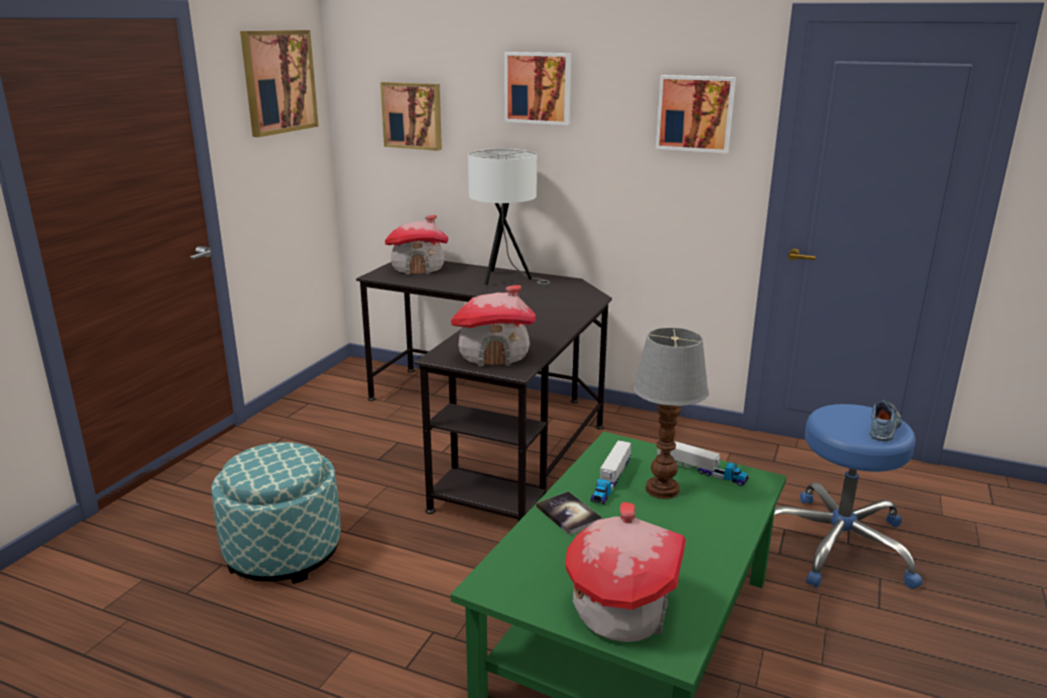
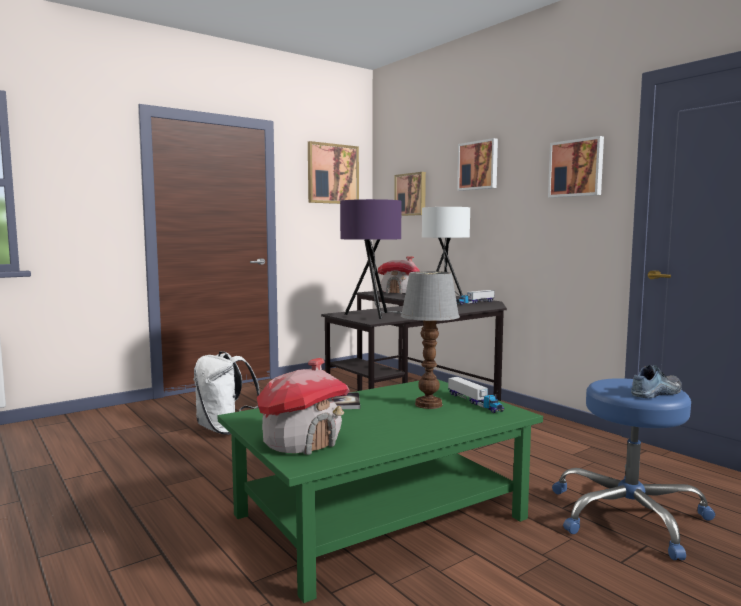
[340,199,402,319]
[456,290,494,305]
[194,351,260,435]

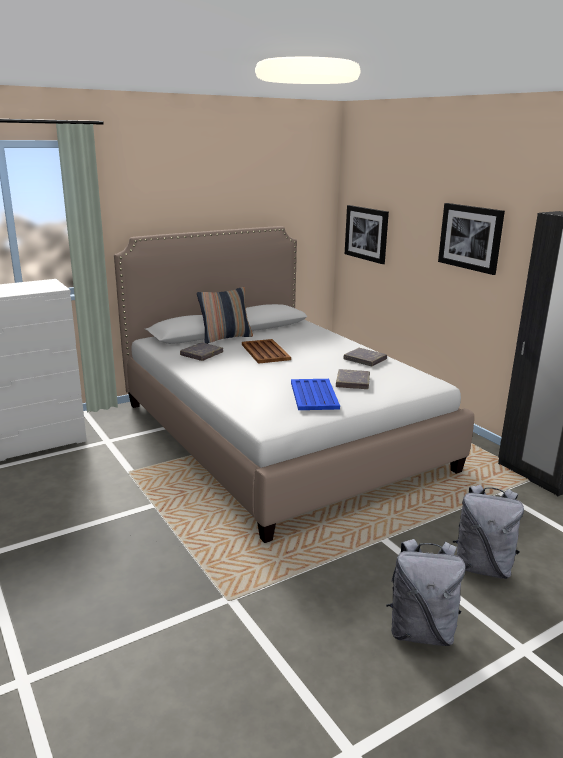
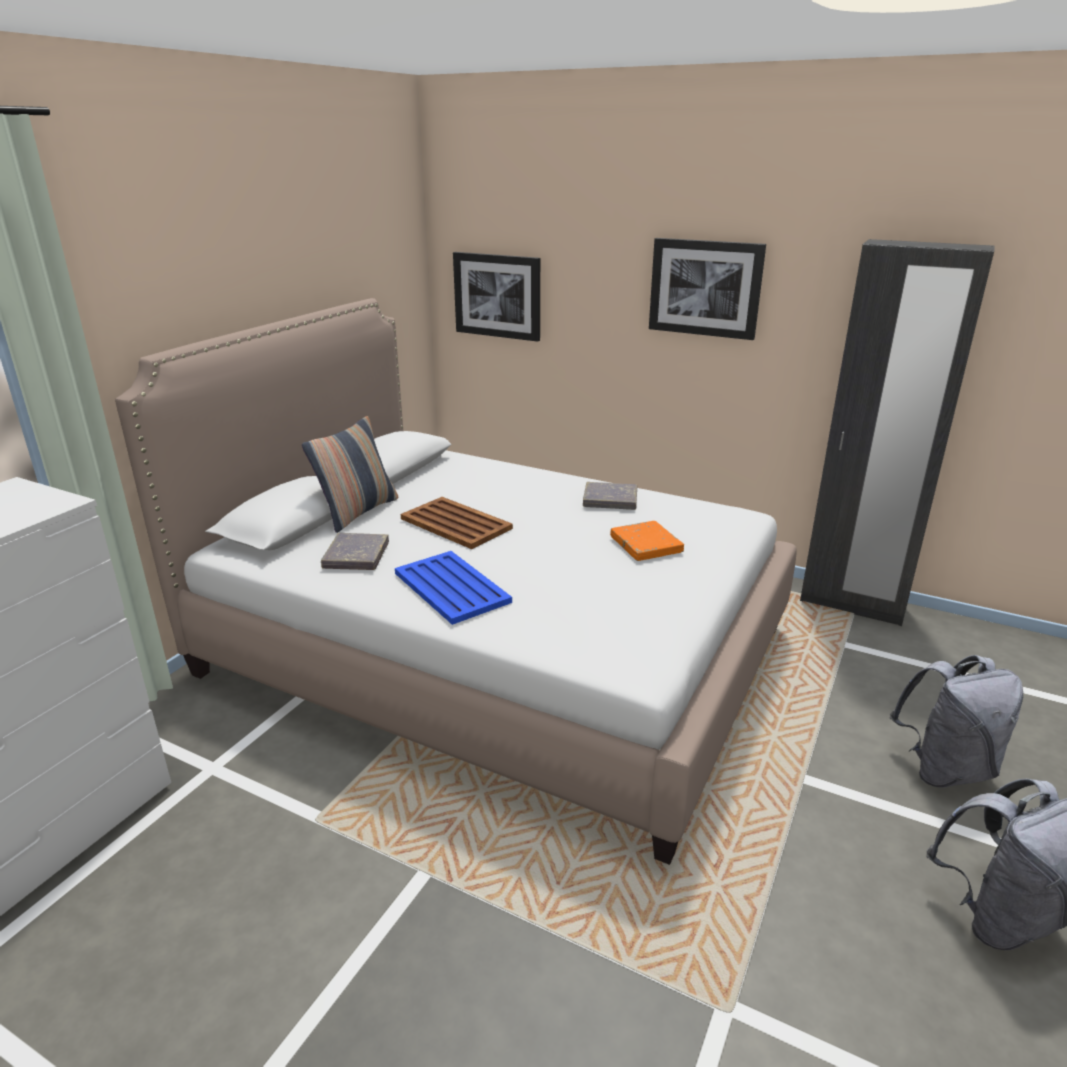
[610,521,684,561]
[395,551,512,625]

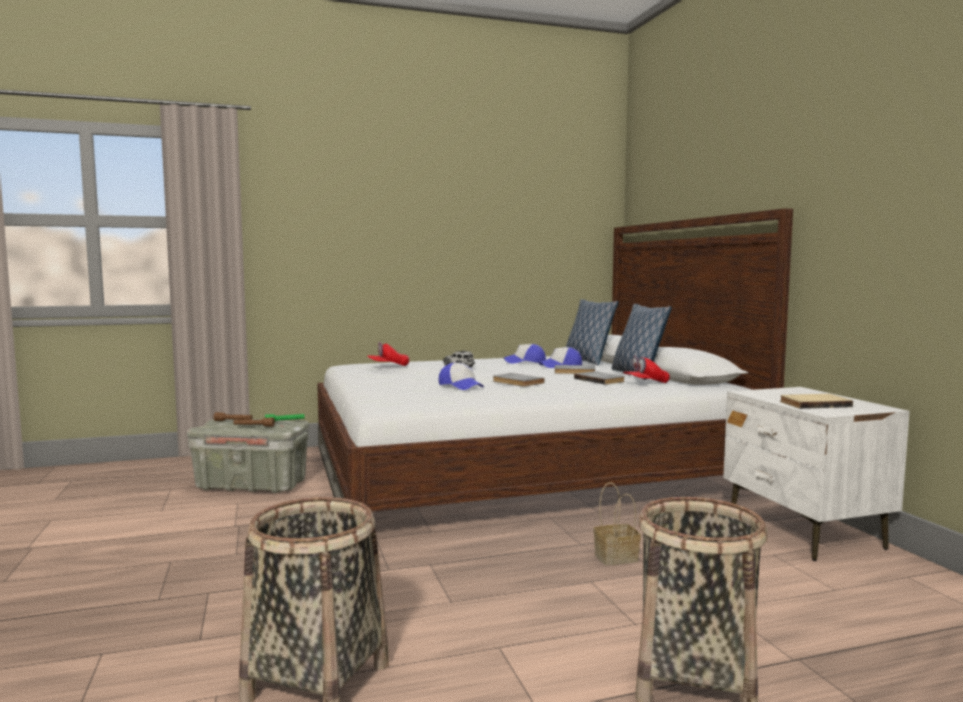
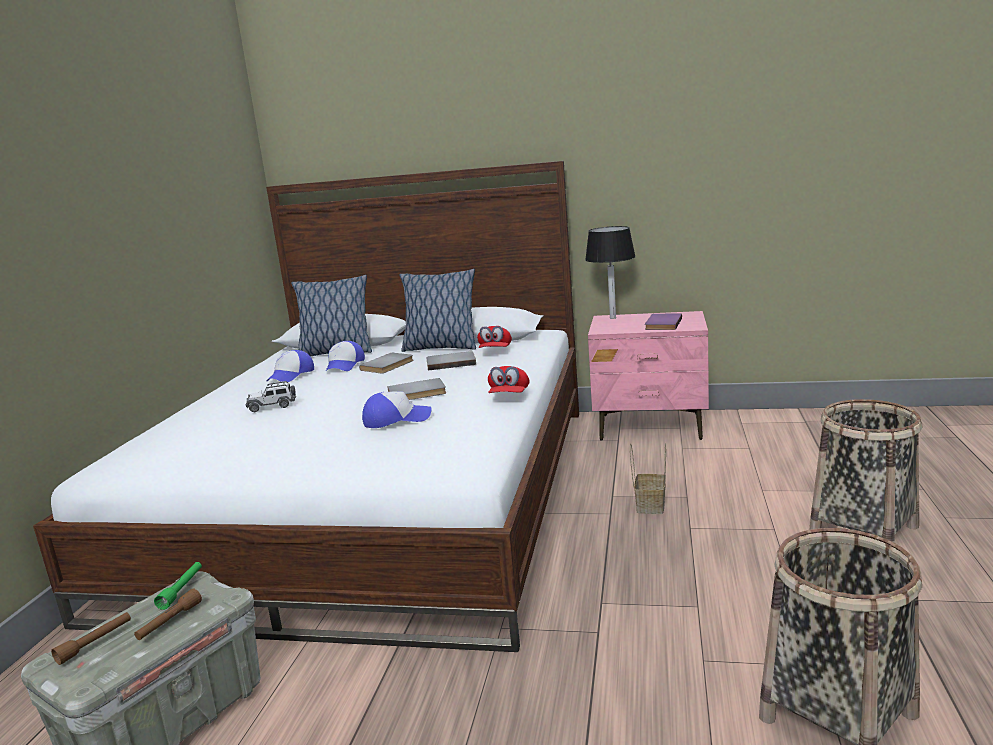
[488,366,530,393]
[588,311,709,441]
[645,314,682,330]
[585,226,636,319]

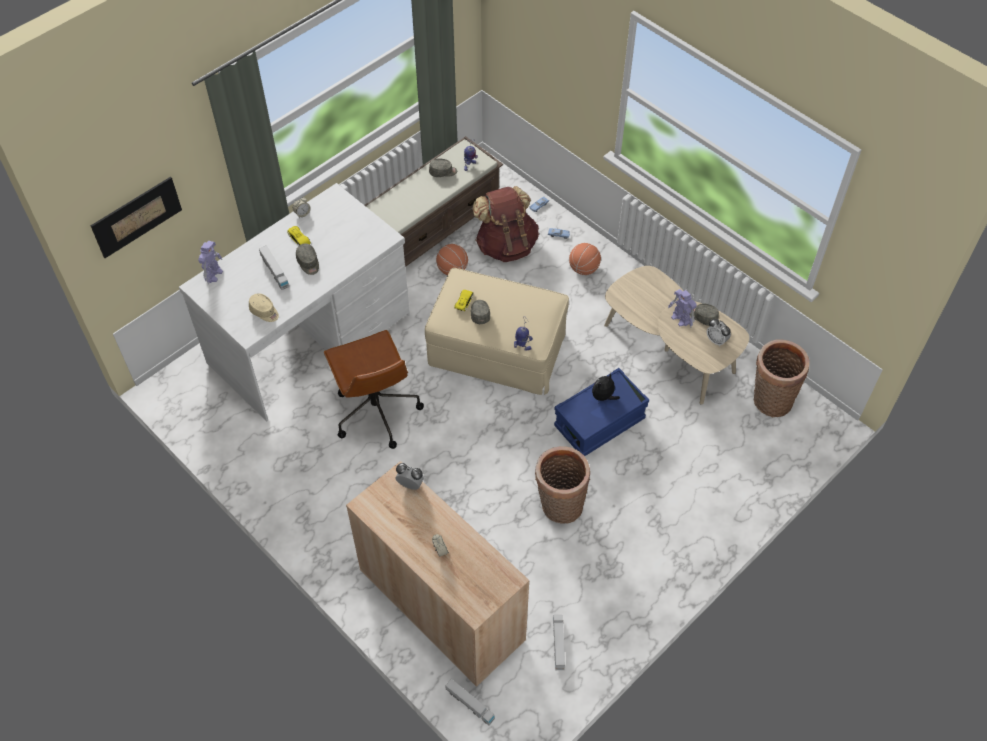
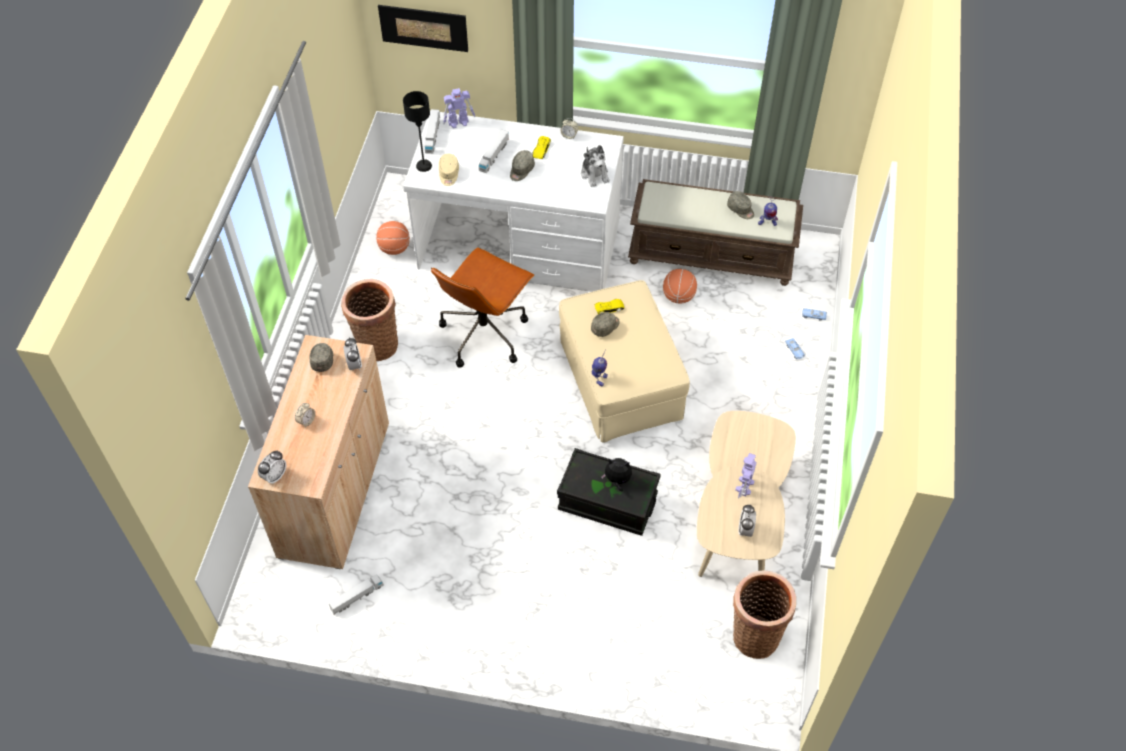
[472,186,539,262] (first image)
[376,221,410,255]
[310,343,333,372]
[557,448,661,536]
[341,279,398,361]
[425,109,440,154]
[403,91,432,172]
[581,145,610,187]
[258,451,287,484]

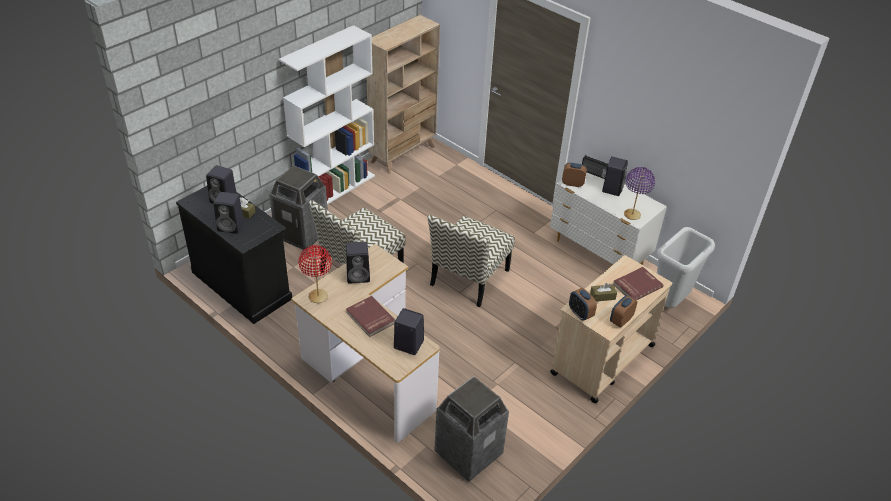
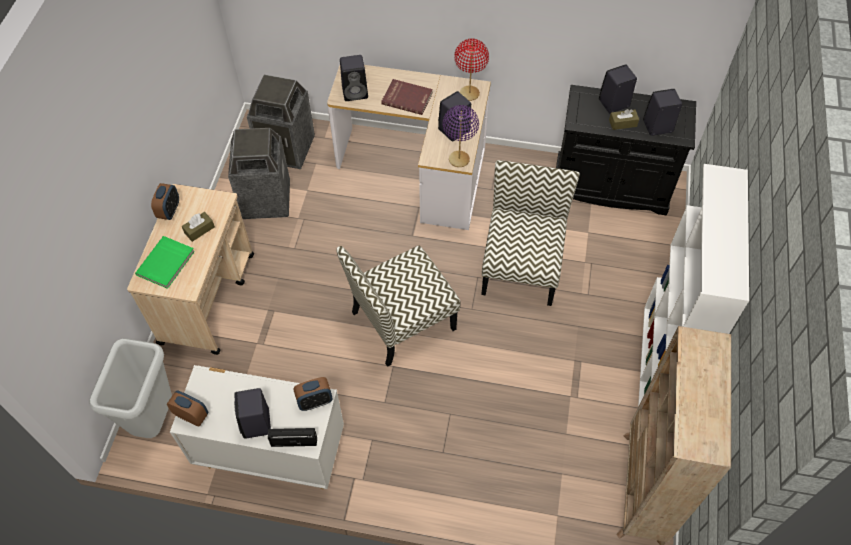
[228,128,290,219]
[443,105,479,167]
[336,246,461,367]
[135,236,195,289]
[167,390,208,426]

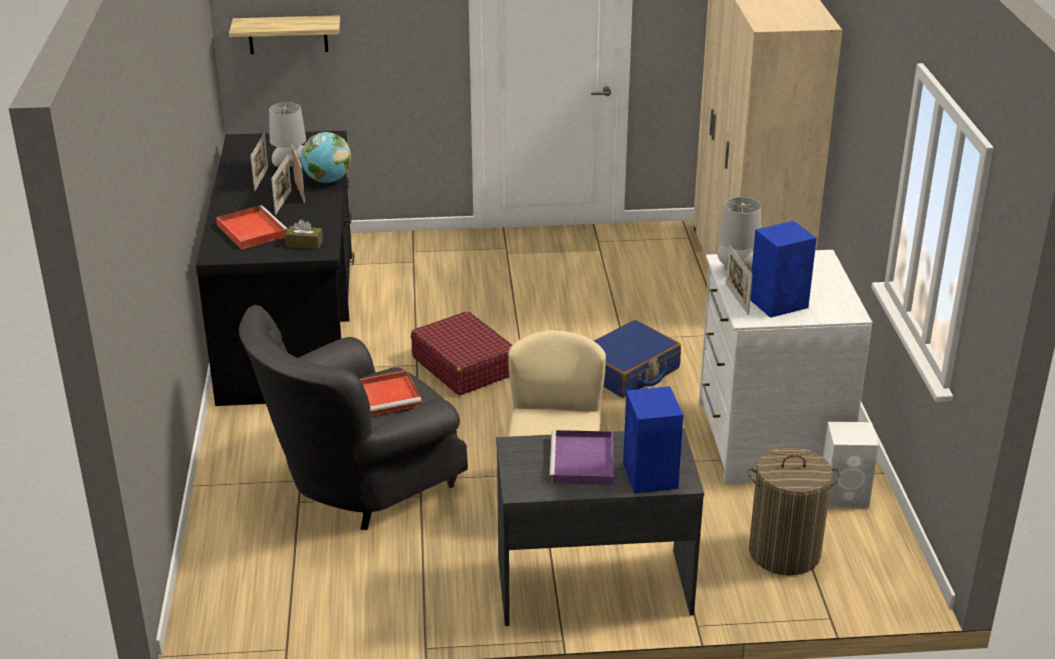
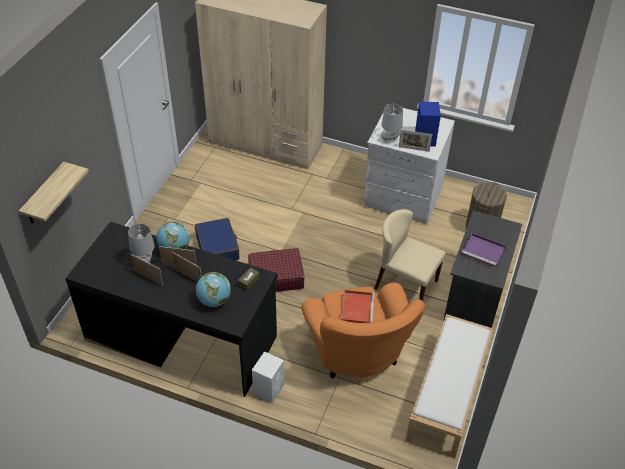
[196,272,231,307]
[301,282,425,379]
[195,218,240,260]
[623,386,683,494] (first image)
[252,351,284,403]
[405,314,493,458]

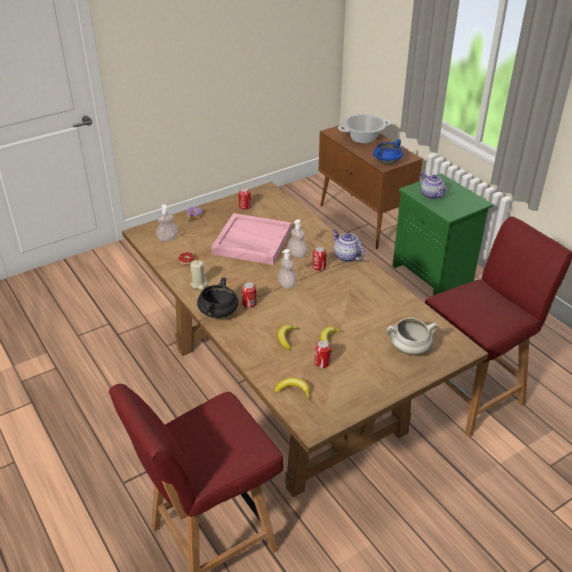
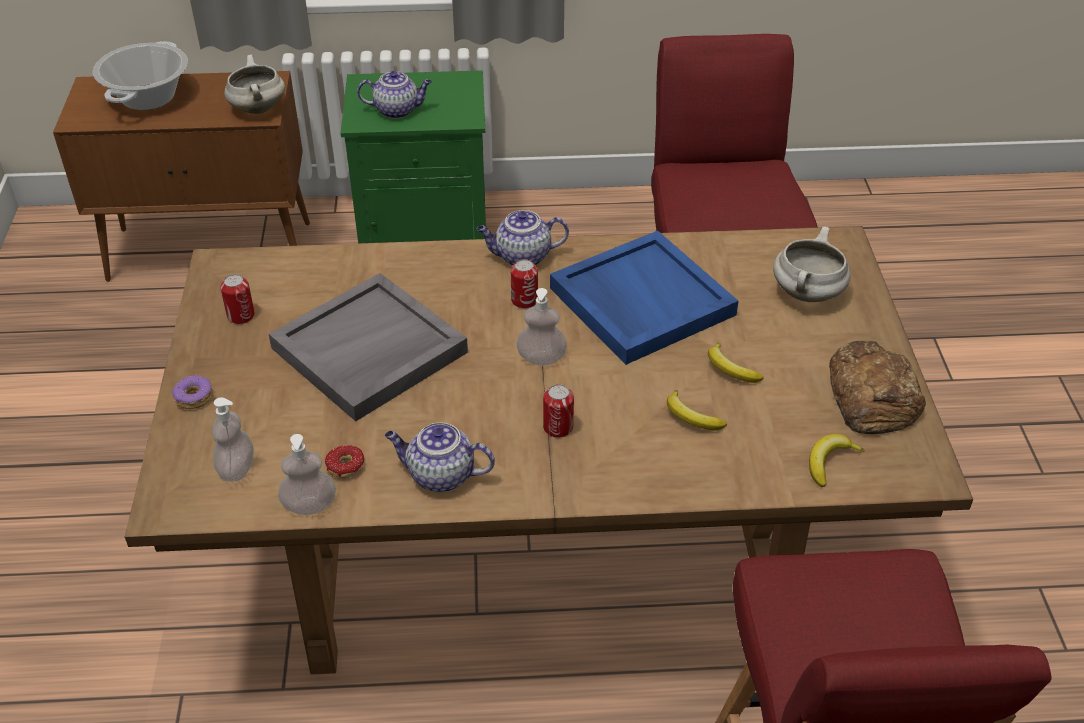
[224,54,285,114]
[269,273,468,421]
[278,434,336,515]
[385,422,495,492]
[197,277,238,319] (first image)
[315,340,331,368] (first image)
[550,231,738,365]
[829,341,926,434]

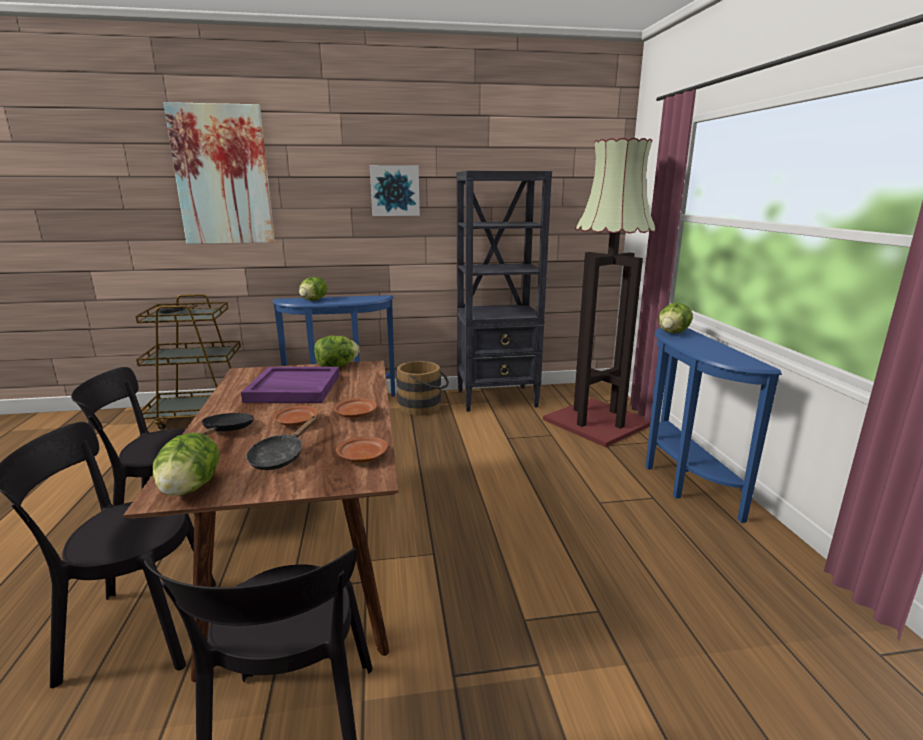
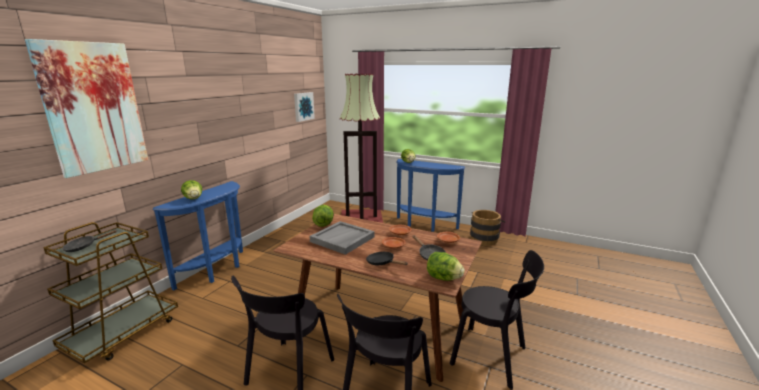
[294,92,315,122]
[456,171,552,412] (first image)
[470,210,505,246]
[310,221,375,255]

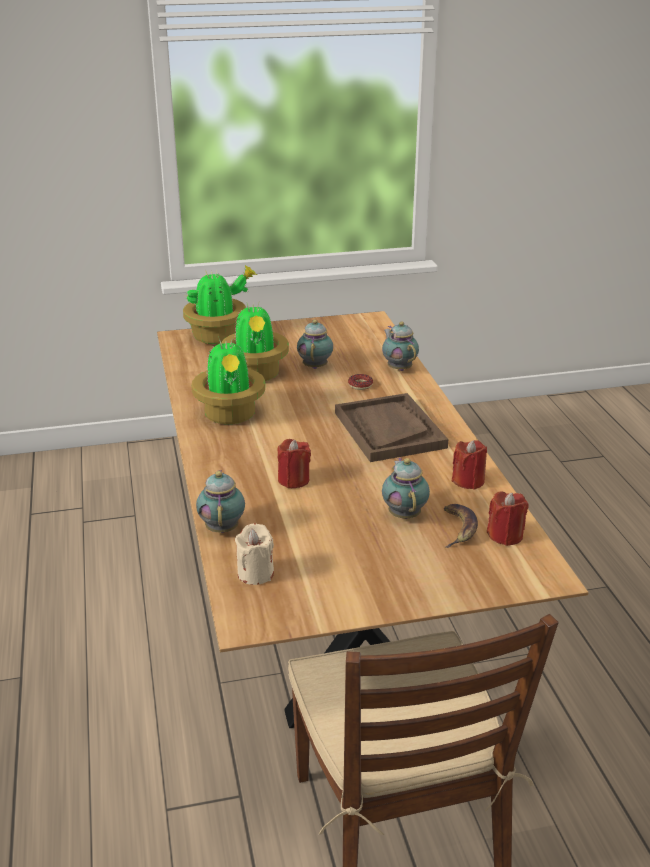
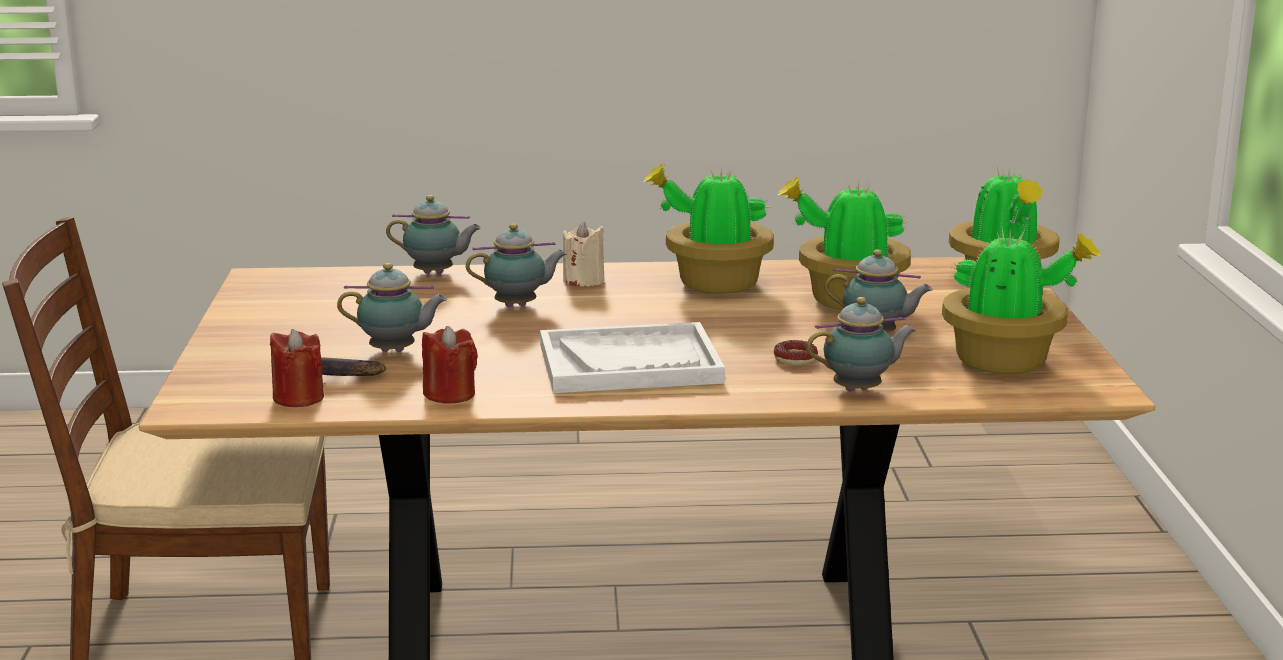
[540,322,725,393]
[466,223,567,307]
[563,221,604,286]
[942,227,1101,374]

